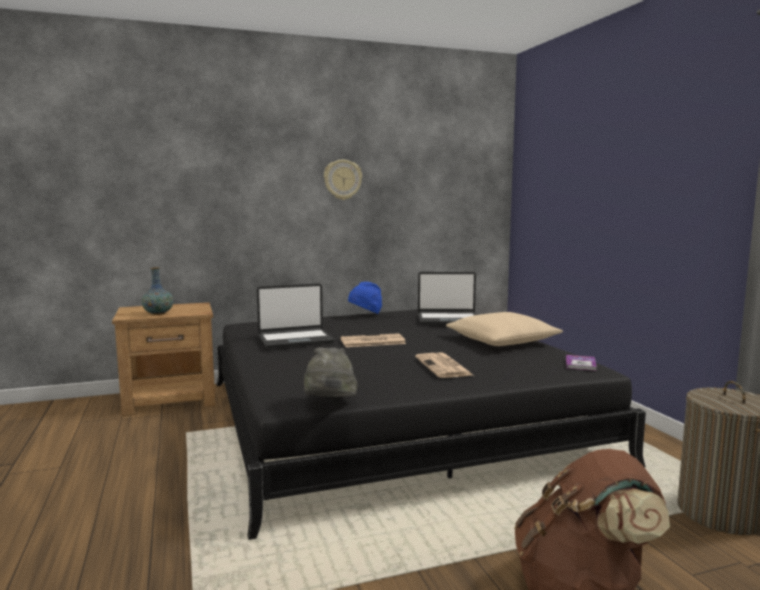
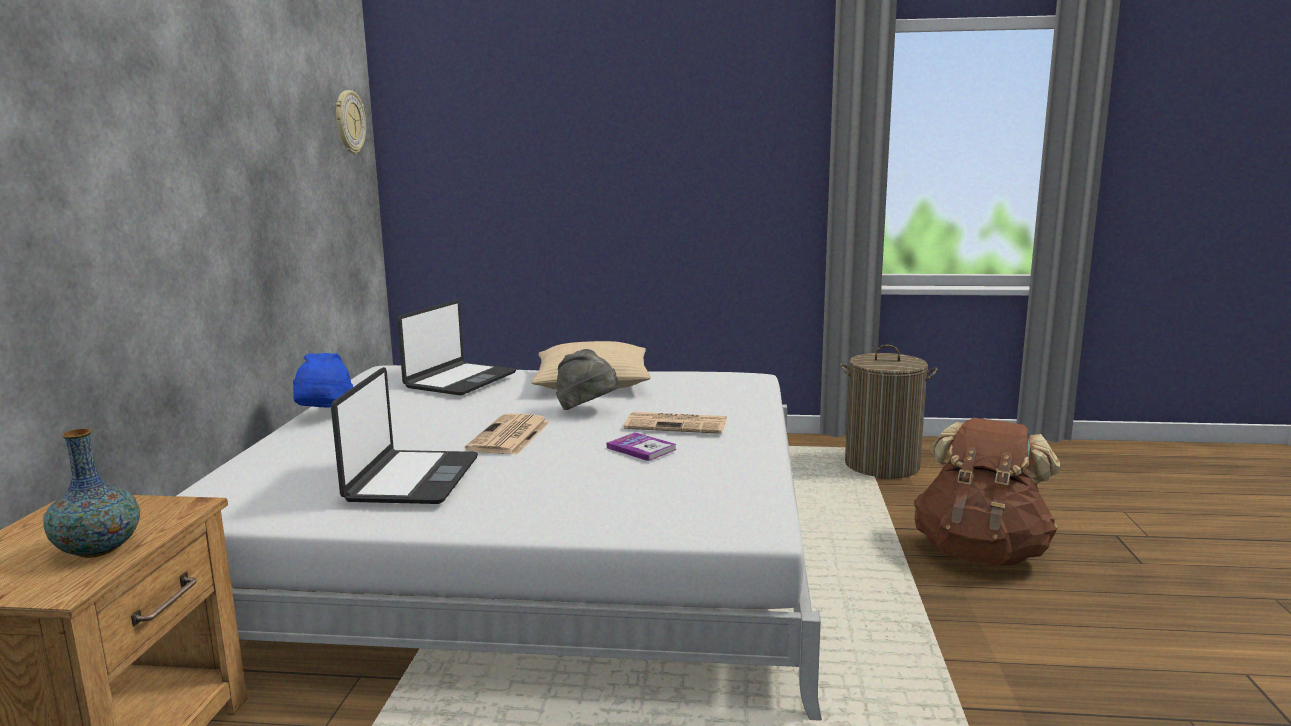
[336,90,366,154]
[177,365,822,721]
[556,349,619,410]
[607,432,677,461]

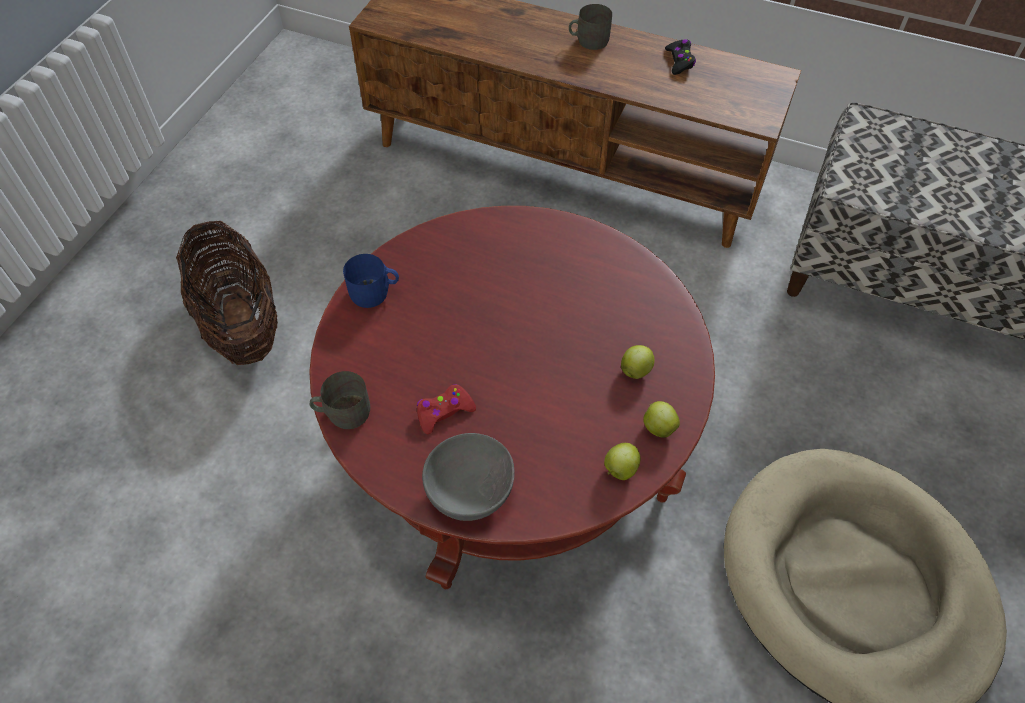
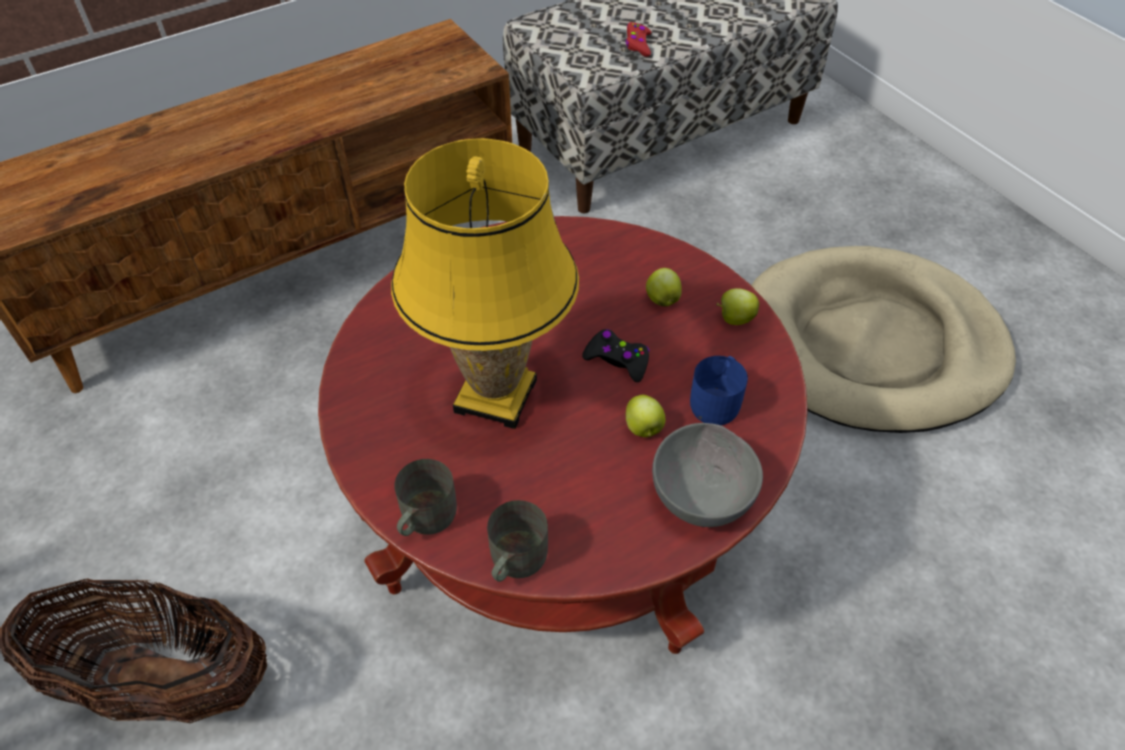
[394,459,457,536]
[582,329,650,382]
[690,356,748,425]
[625,22,651,57]
[626,395,666,437]
[391,138,579,429]

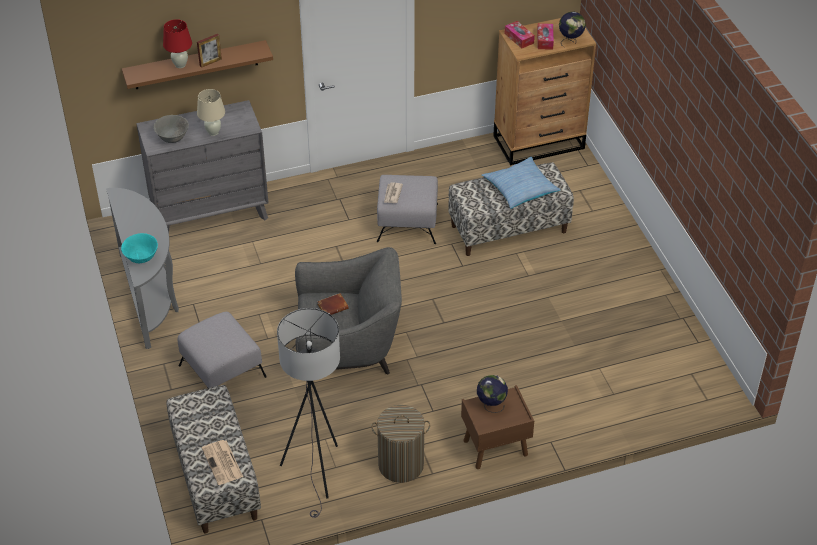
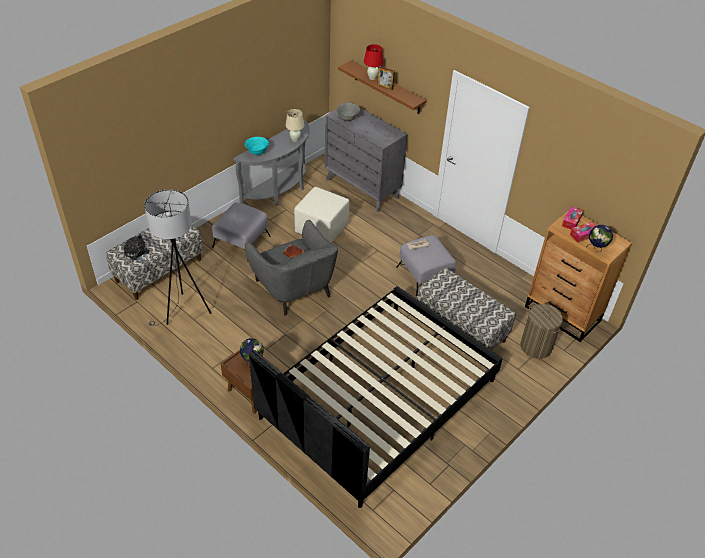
[285,109,304,142]
[482,157,561,209] (first image)
[520,304,563,359]
[124,234,149,261]
[294,187,349,243]
[249,286,503,508]

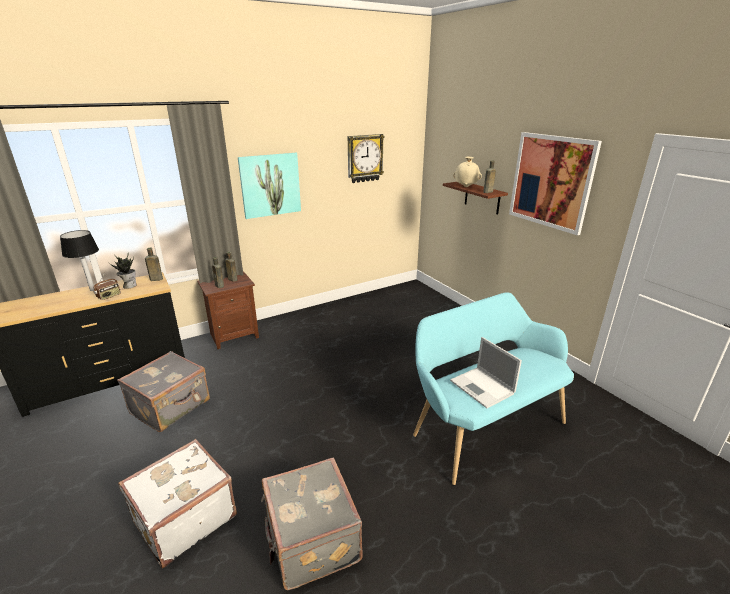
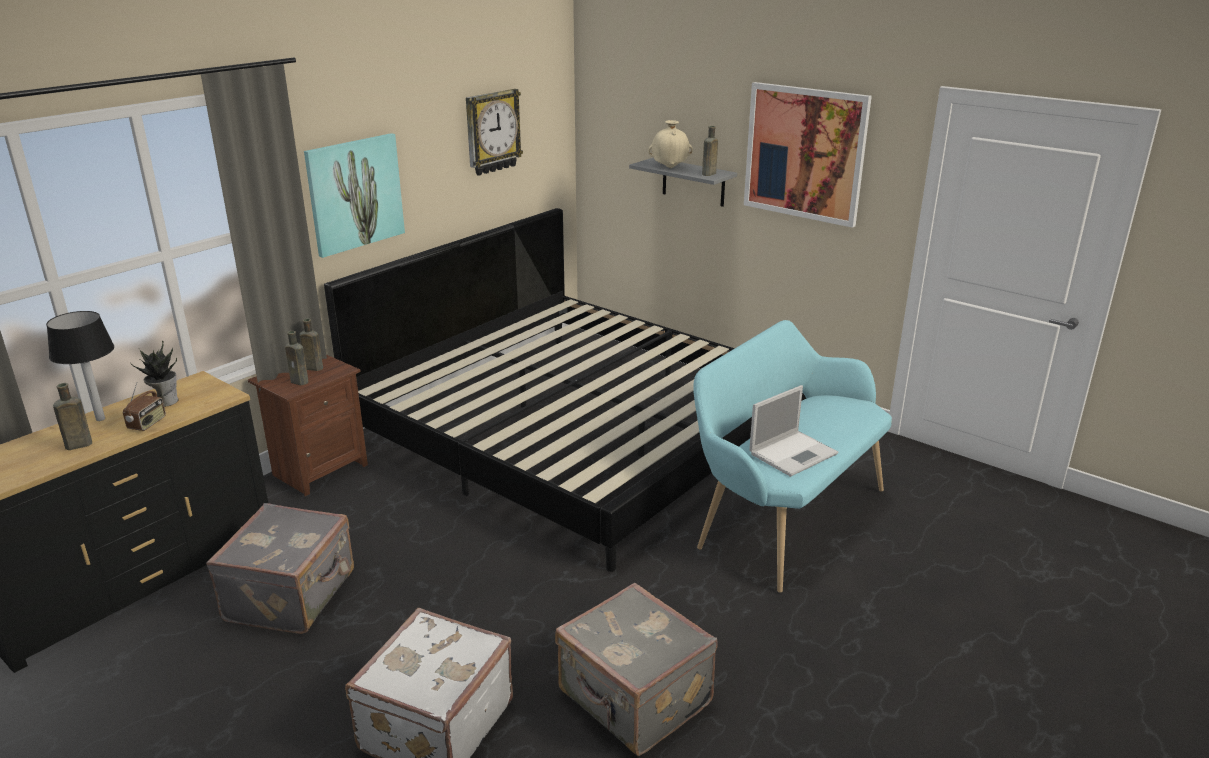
[629,157,737,207]
[53,383,92,450]
[749,385,838,477]
[324,208,806,572]

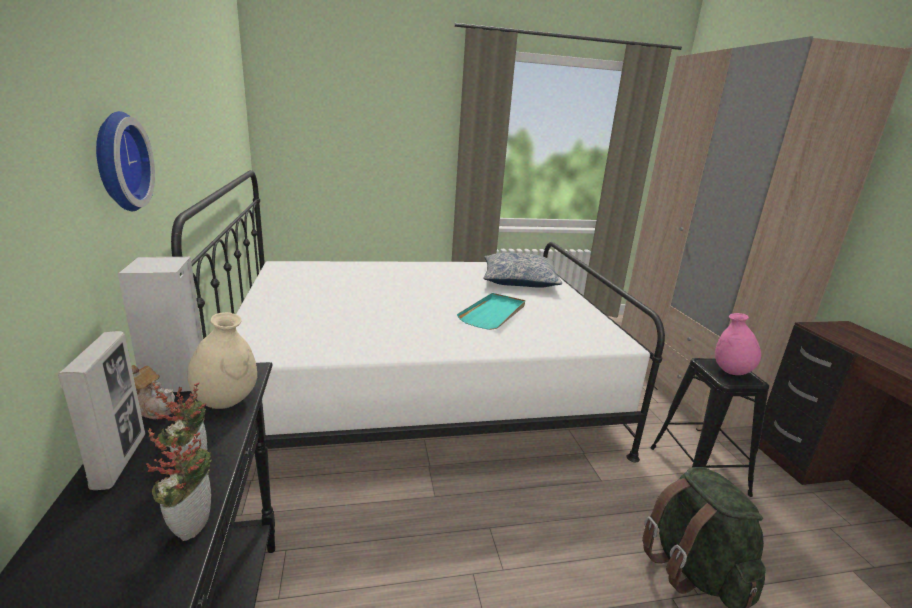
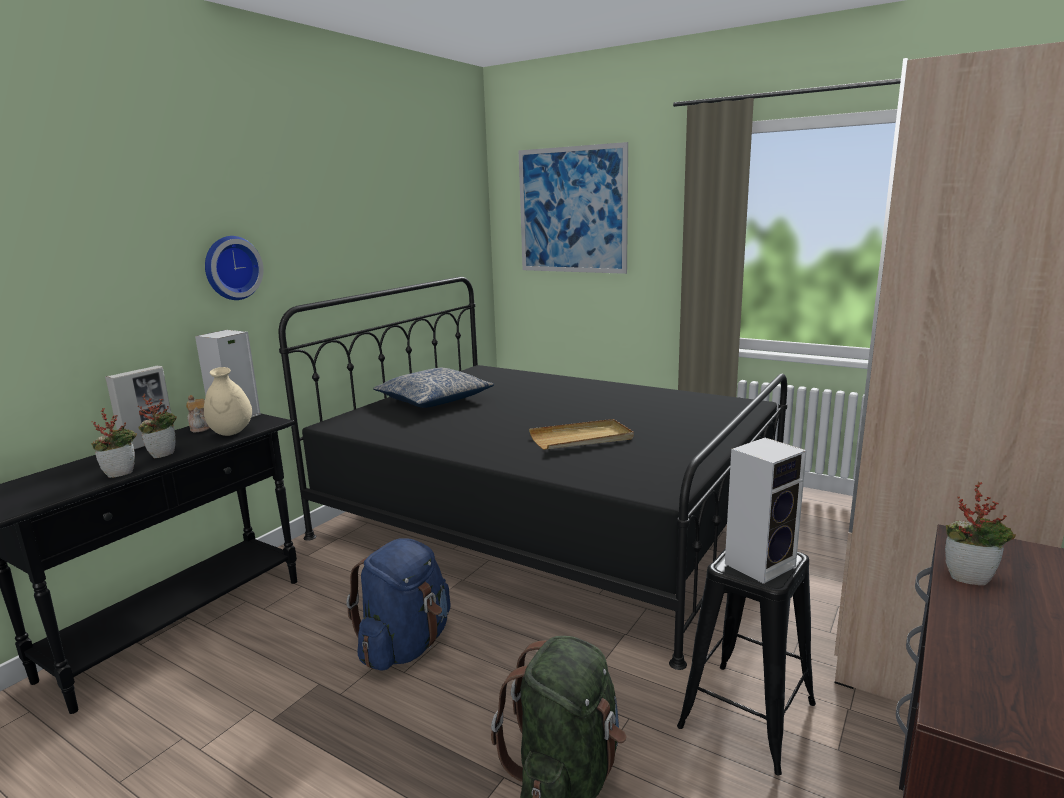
[278,277,787,670]
[373,368,494,408]
[529,419,634,450]
[725,438,807,584]
[519,142,628,274]
[945,482,1016,585]
[346,538,451,671]

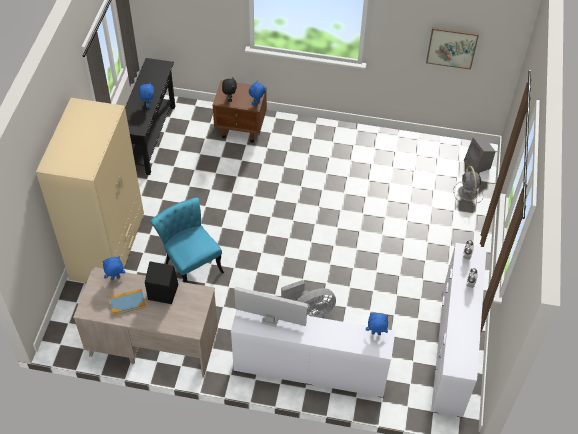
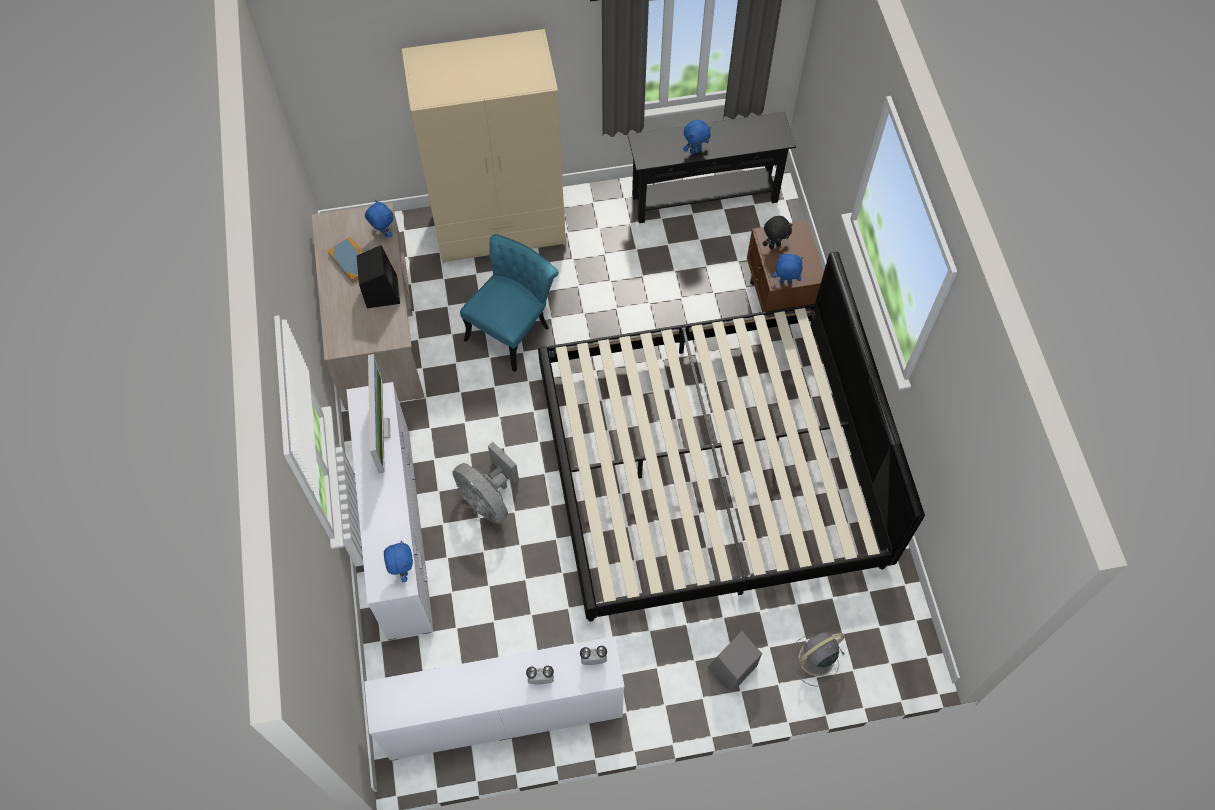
[426,27,479,70] (first image)
[707,631,762,692]
[538,252,925,622]

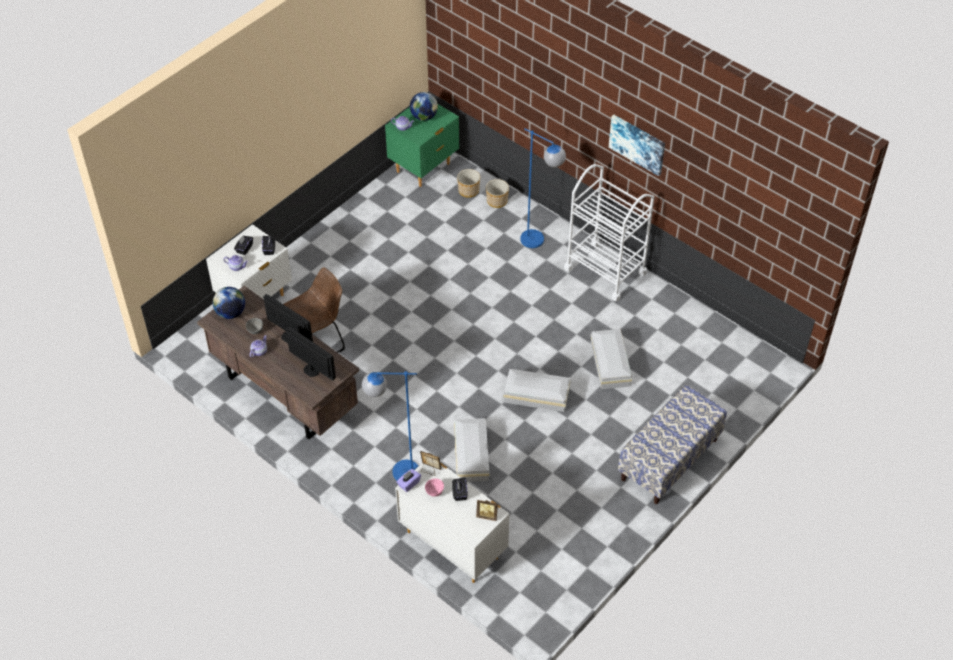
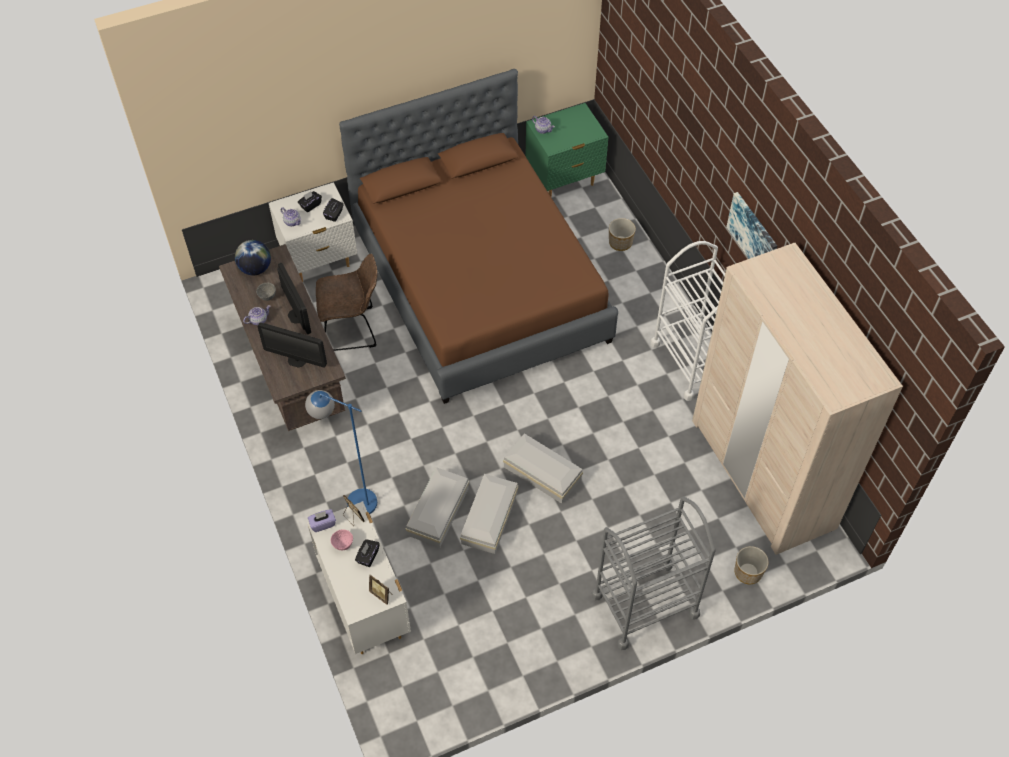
[410,92,438,121] (first image)
[520,128,566,248] (first image)
[734,546,769,584]
[258,323,327,368]
[460,474,519,554]
[592,496,716,650]
[339,69,618,404]
[692,243,903,555]

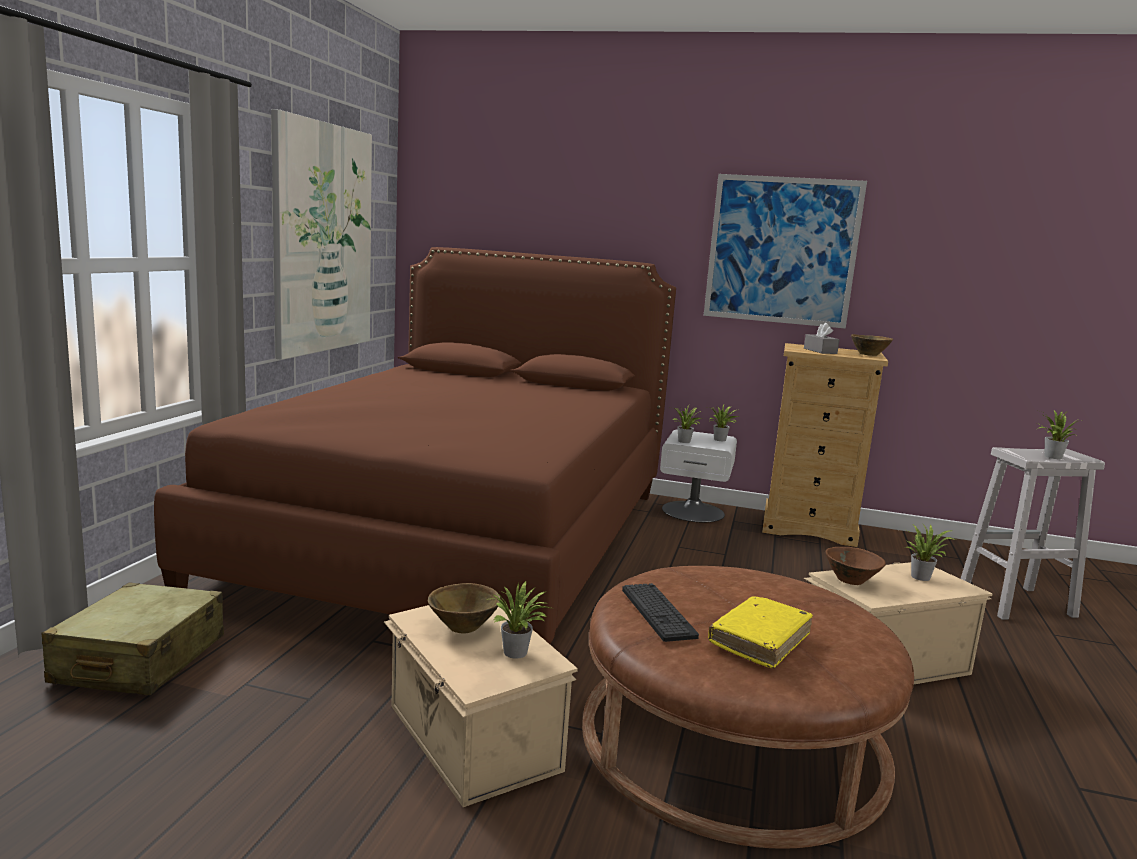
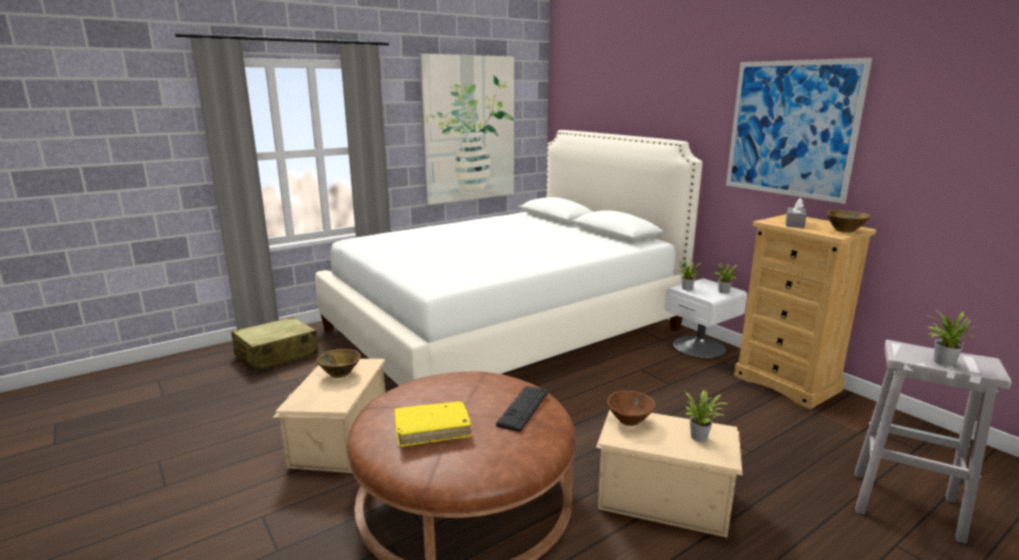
[315,130,703,386]
[486,581,550,659] (first image)
[496,386,548,432]

